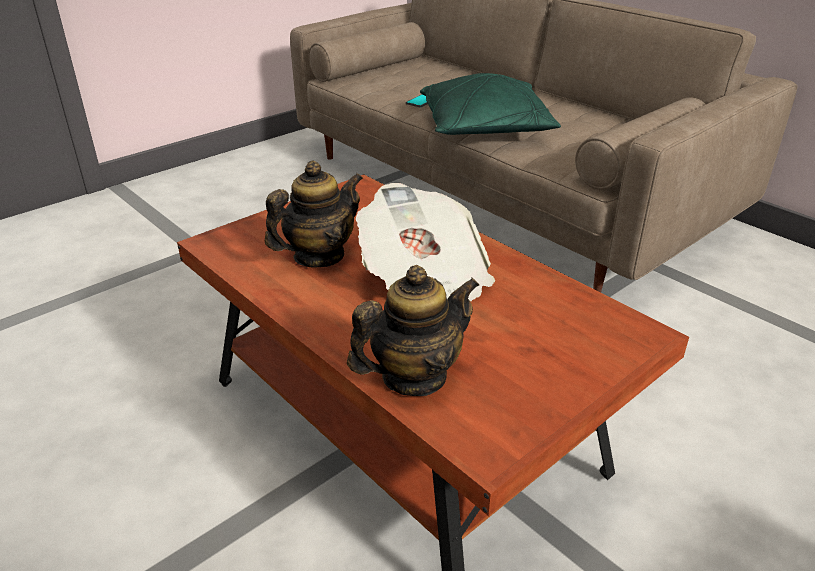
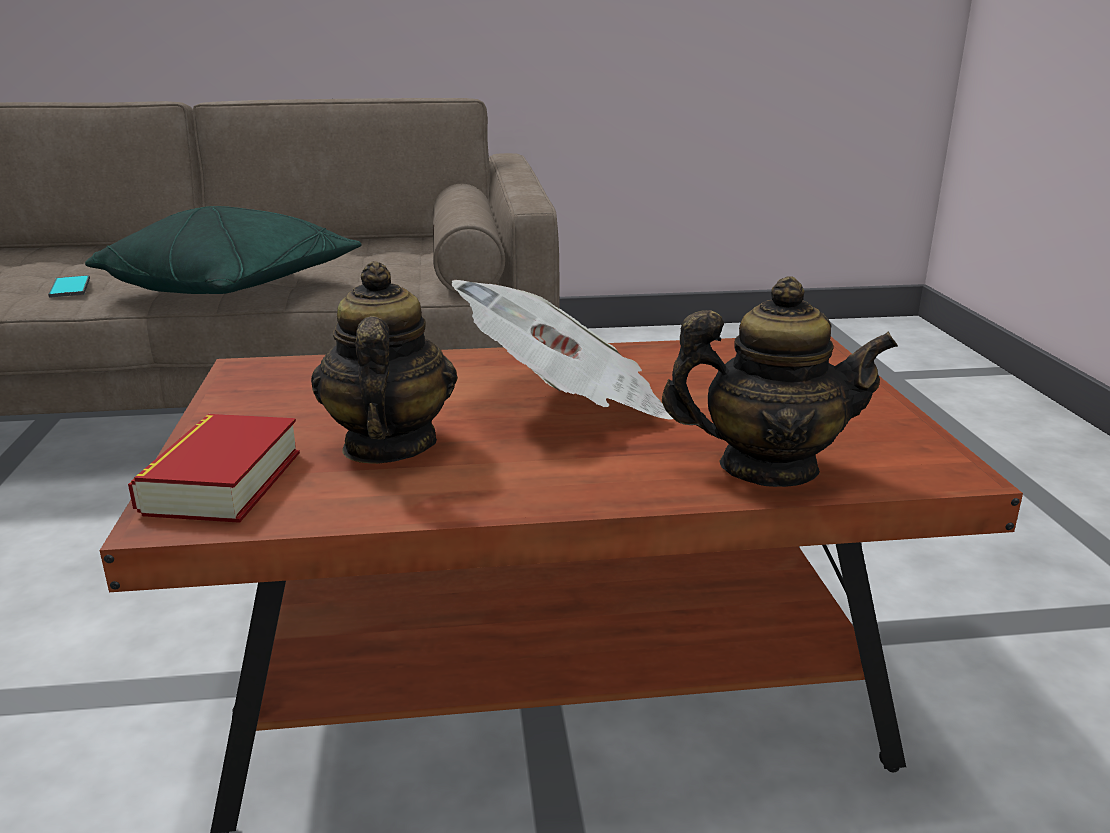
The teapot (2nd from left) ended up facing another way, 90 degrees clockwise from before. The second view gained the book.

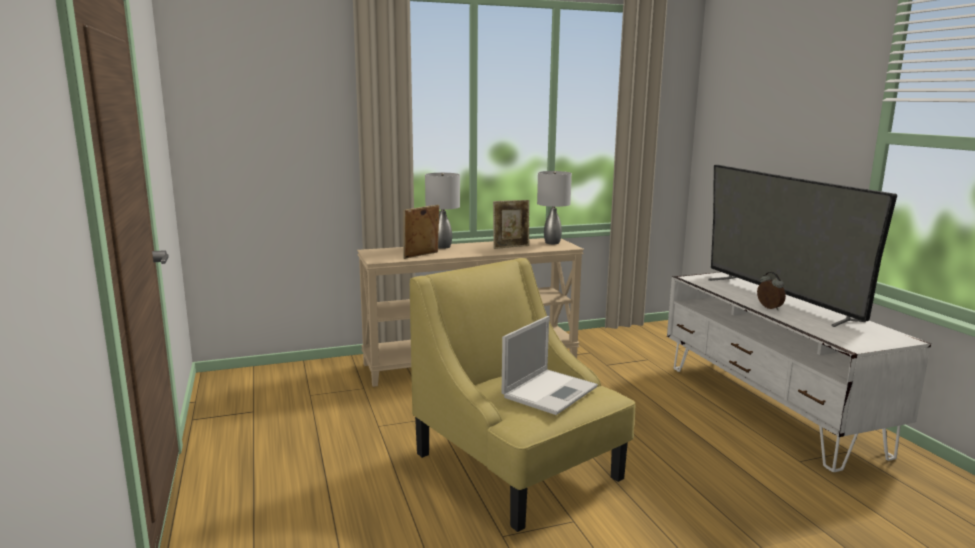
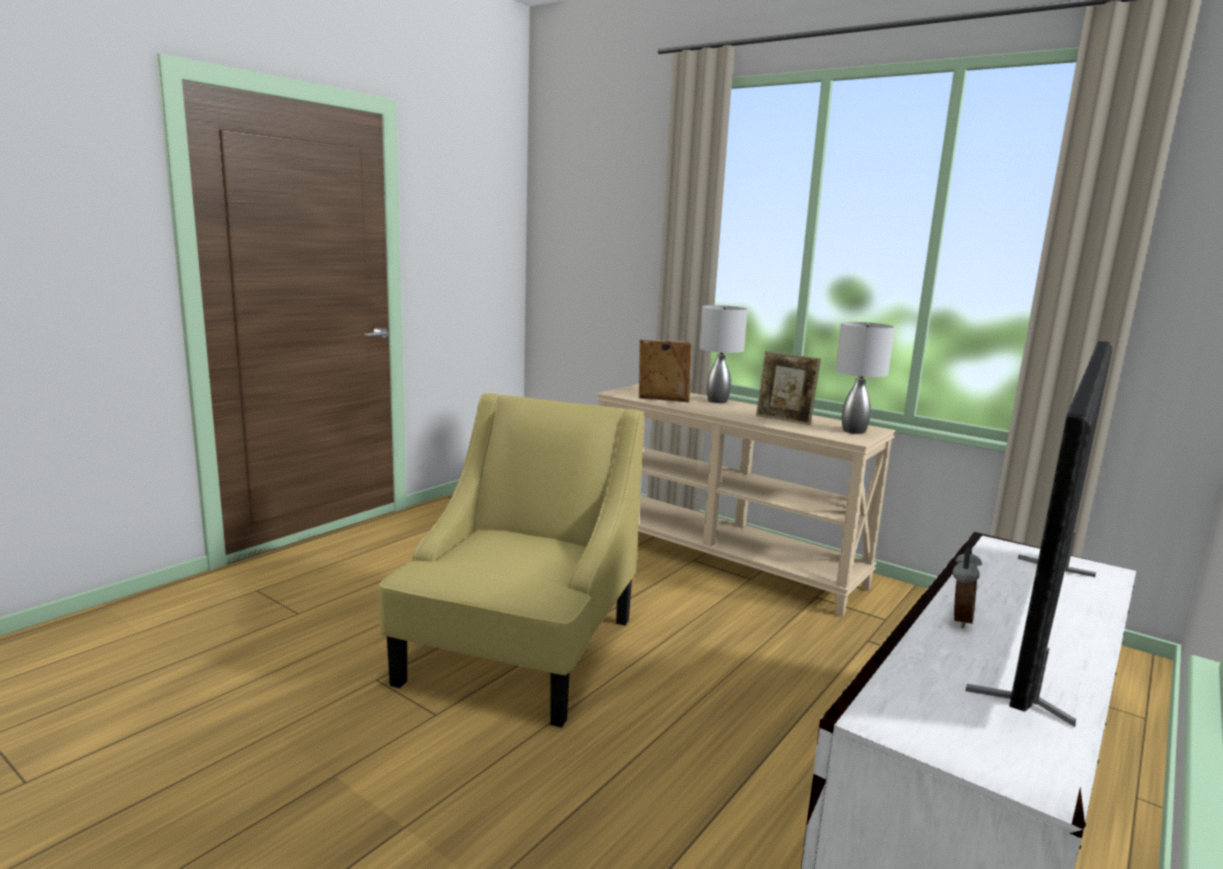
The second view lost the laptop.

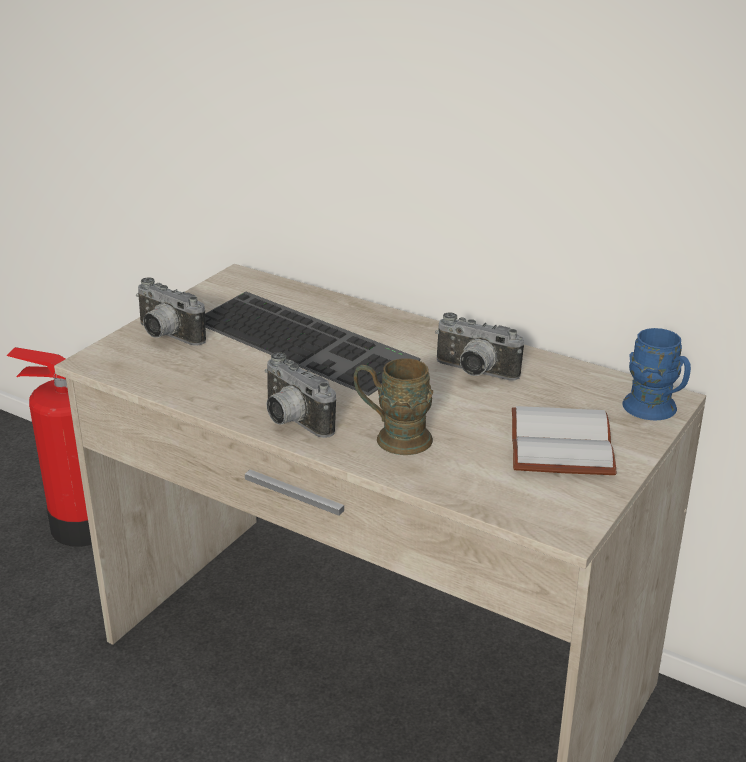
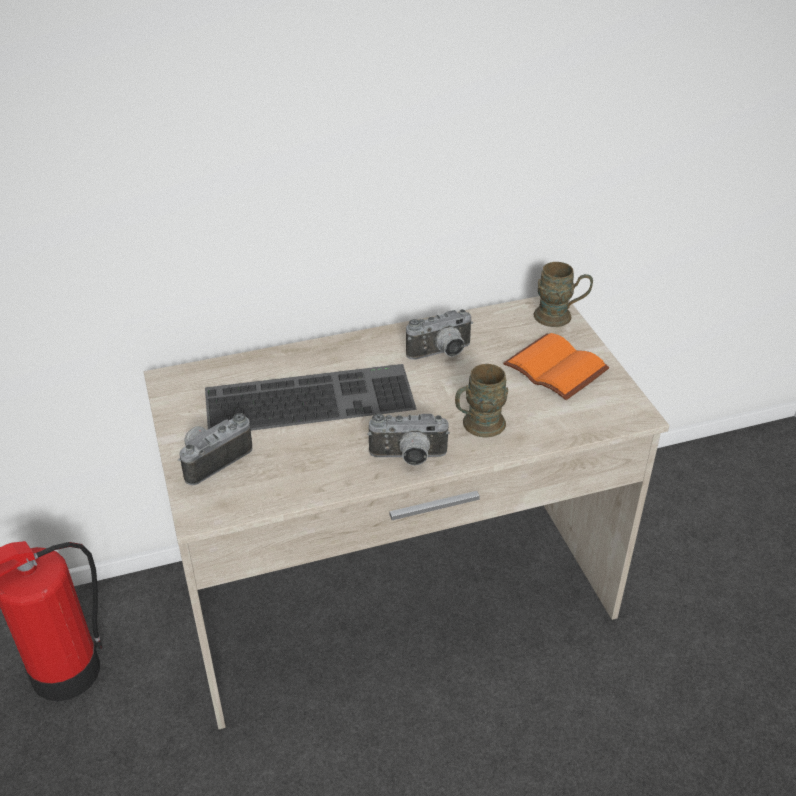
The photo camera (1st from left) ended up facing another way, 150 degrees clockwise from before. What was the blue mug turned into the brown mug (2nd from left). What was the white book turned into the orange book.

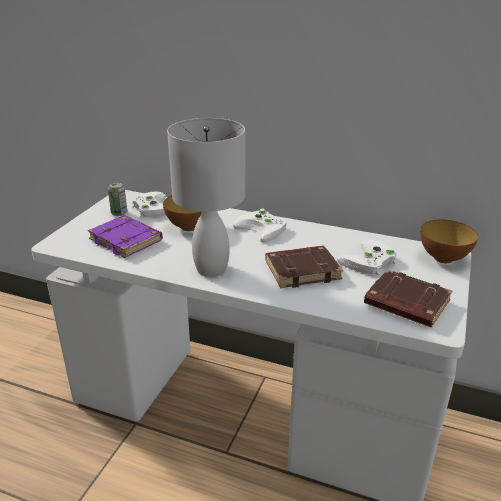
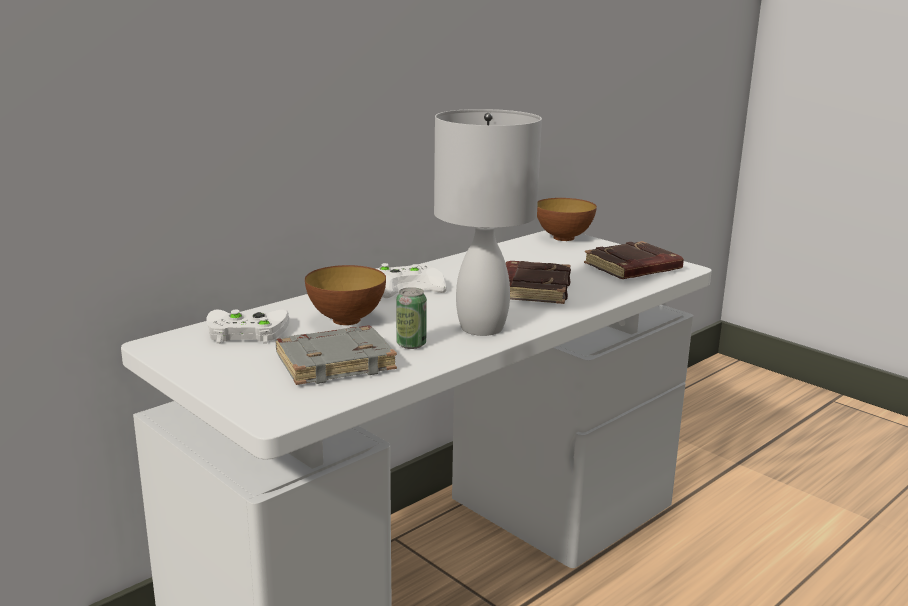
The can ended up elsewhere. What was the purple book turned into the grey book. The second view lost the white game controller (3rd from left).

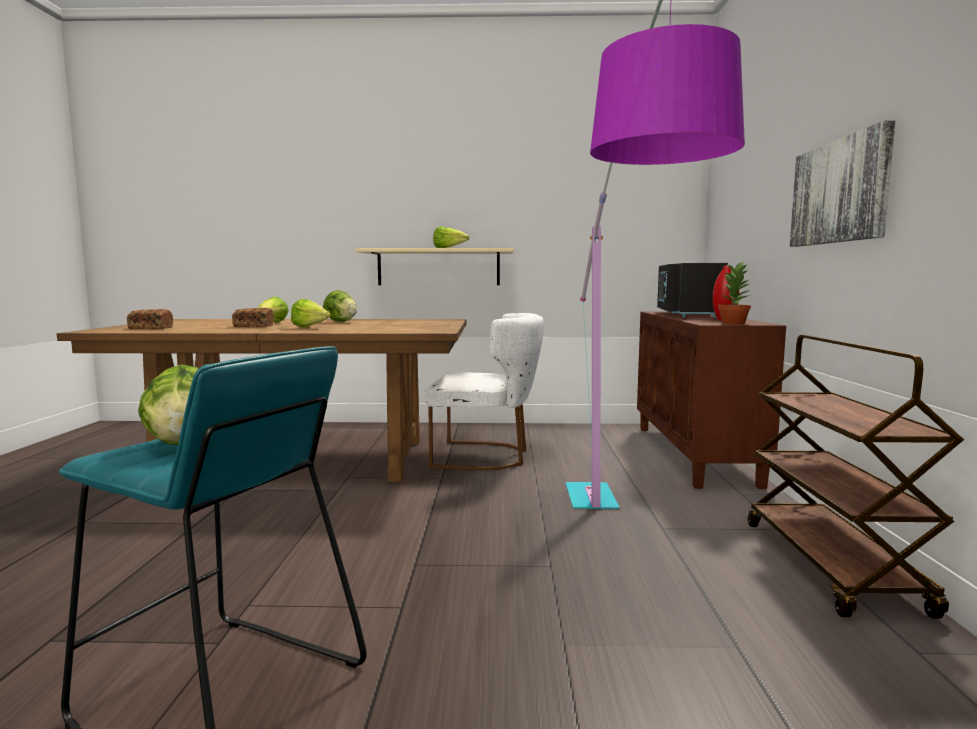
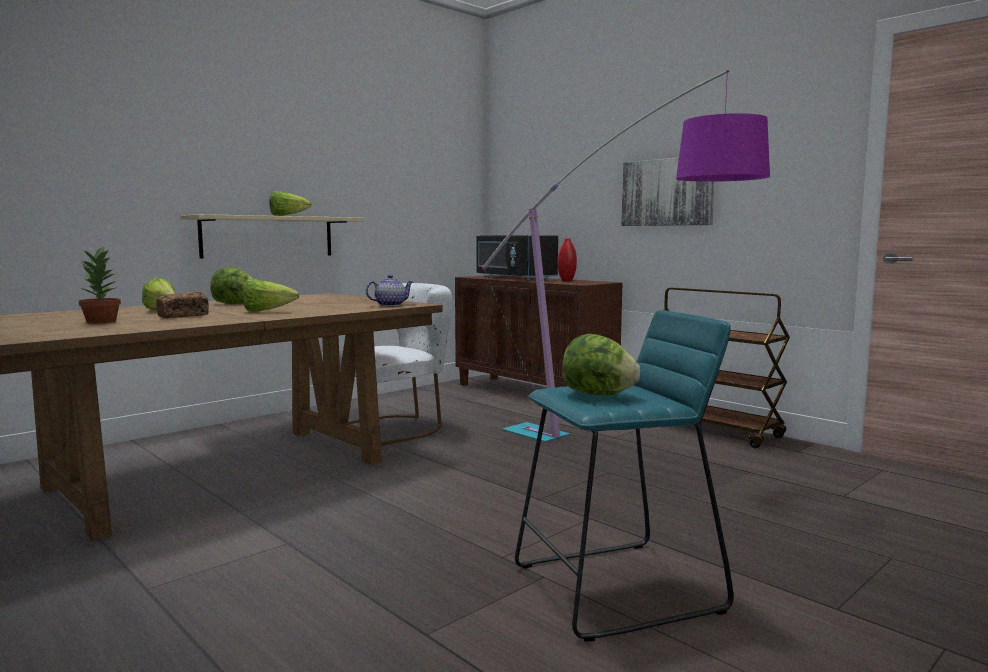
The potted plant ended up elsewhere. The second view lost the bread (1st from left). The second view gained the teapot.

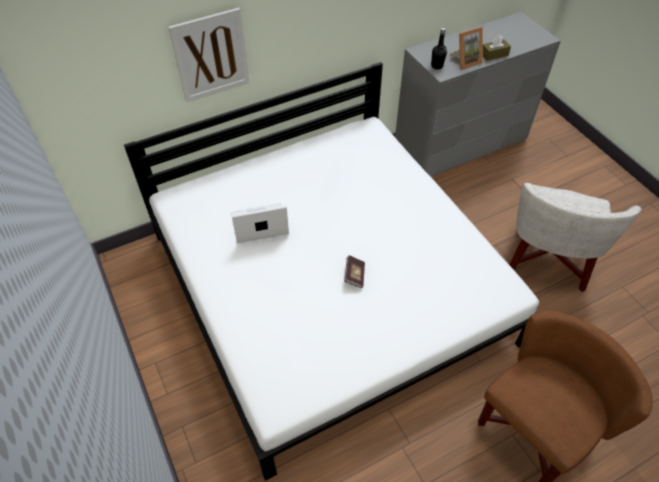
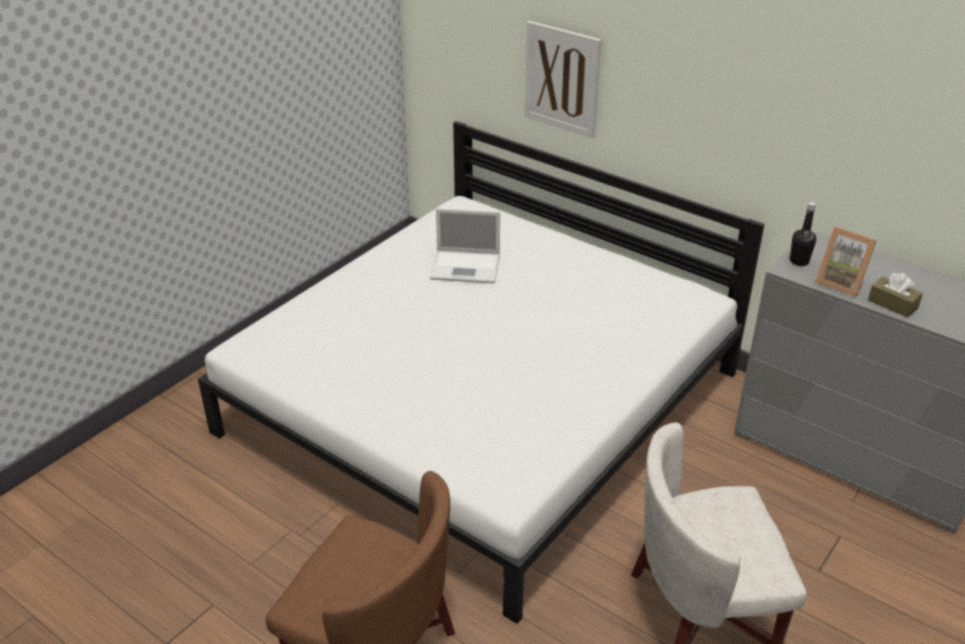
The laptop ended up facing another way, 135 degrees clockwise from before. The second view lost the book.

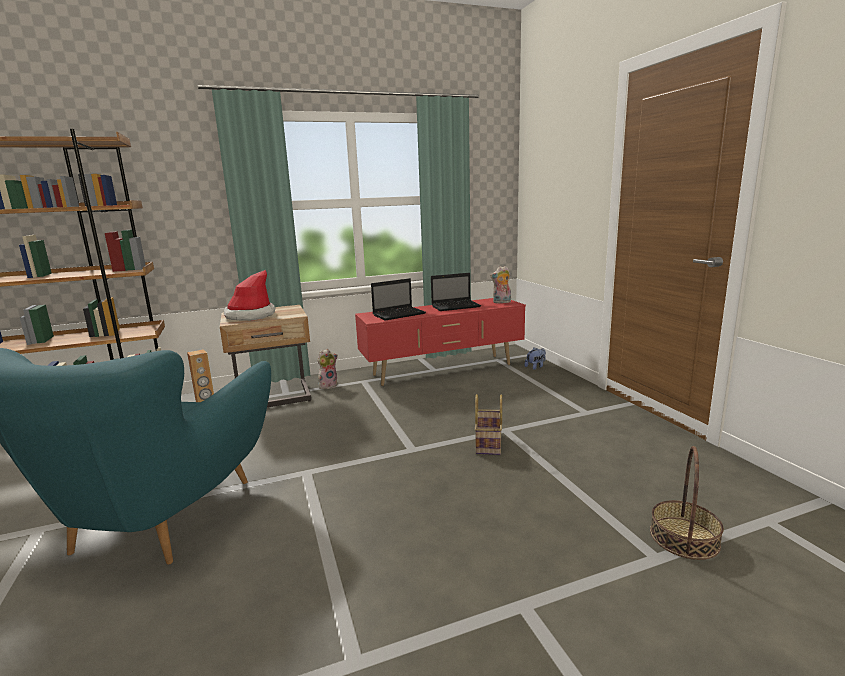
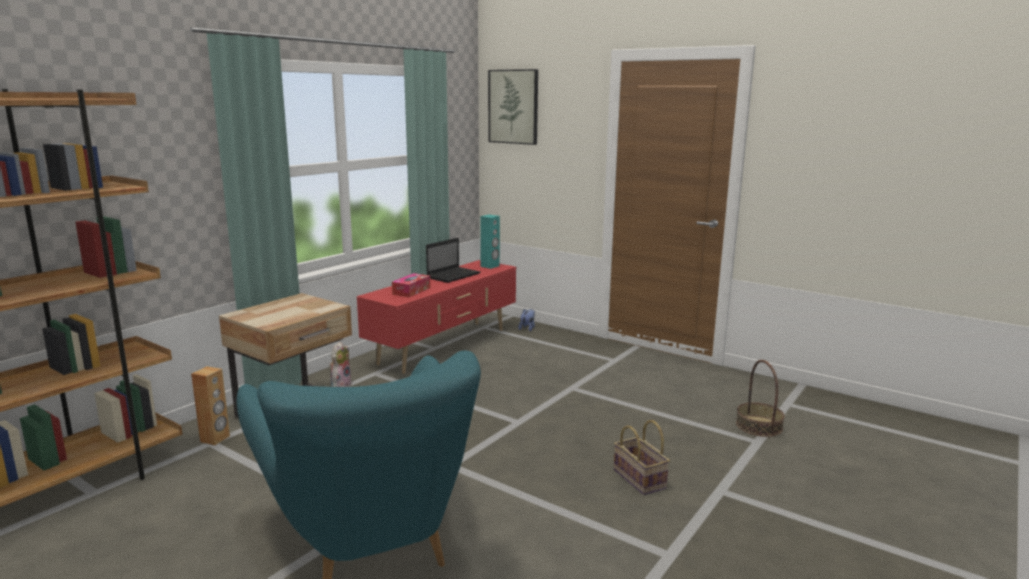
Where the plush toy (2nd from left) stood, the turquoise speaker came to stand. The second view lost the hat. Where the laptop (1st from left) stood, the tissue box came to stand. The basket (1st from left) ended up elsewhere. The second view gained the picture.

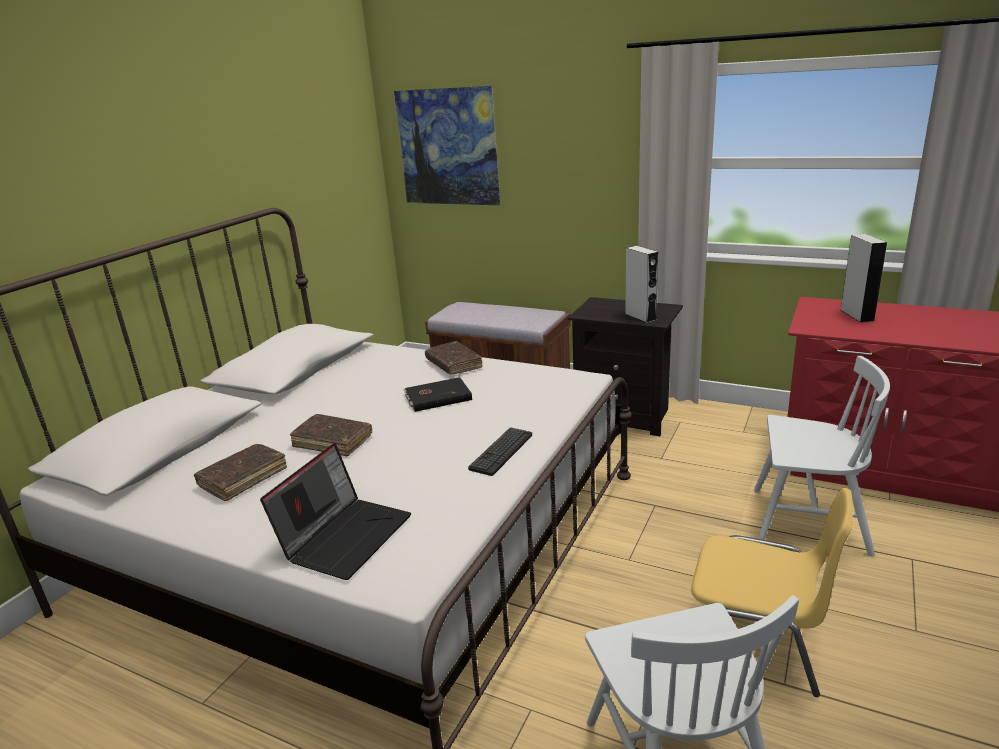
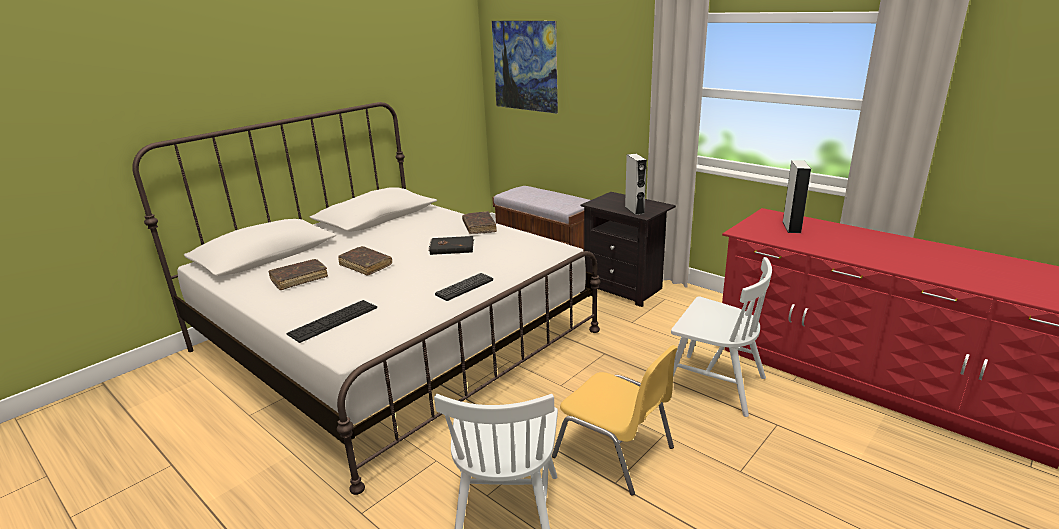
Where the laptop stood, the keyboard (1st from left) came to stand.

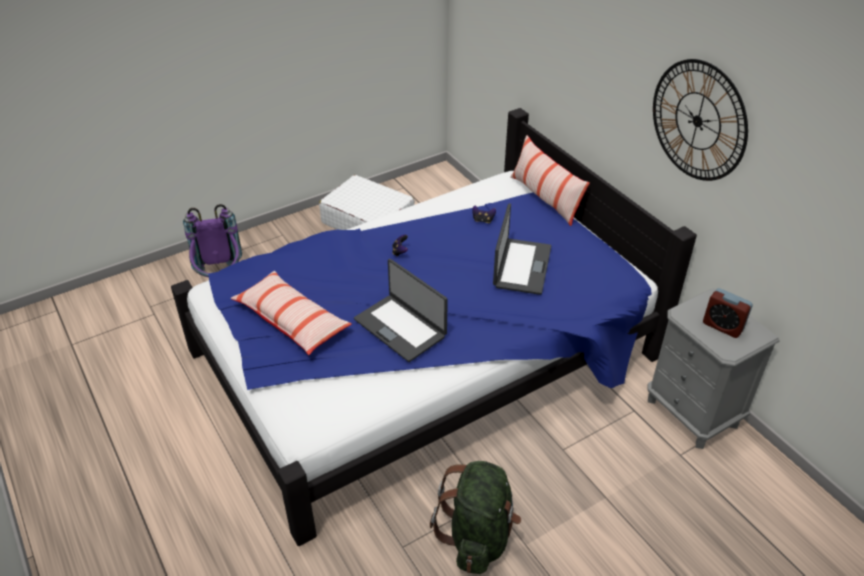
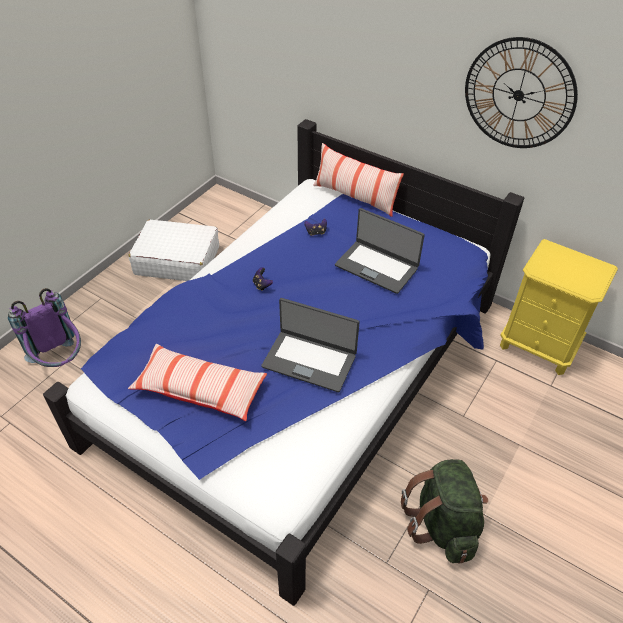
The laptop (2nd from left) ended up facing another way, 135 degrees clockwise from before. What was the grey nightstand turned into the yellow nightstand. The second view lost the alarm clock.

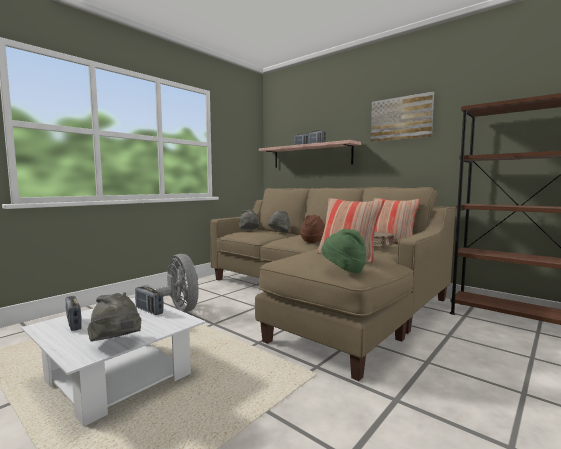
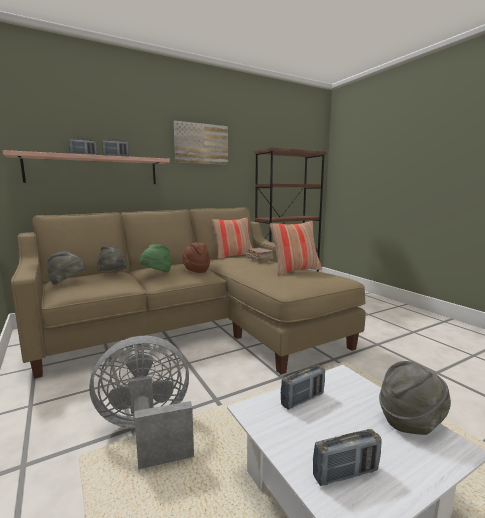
The green hat ended up elsewhere.

